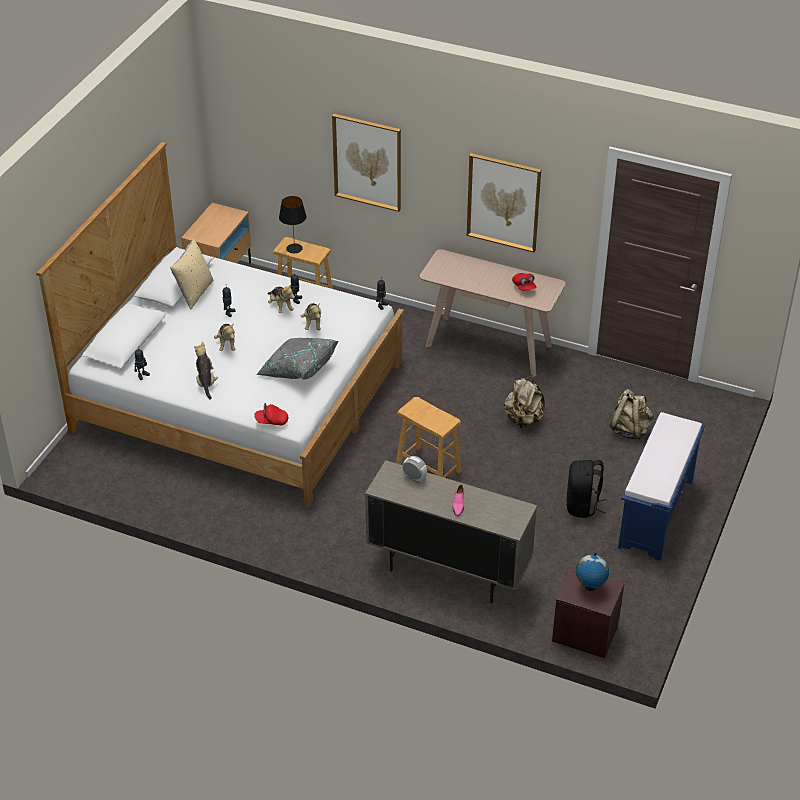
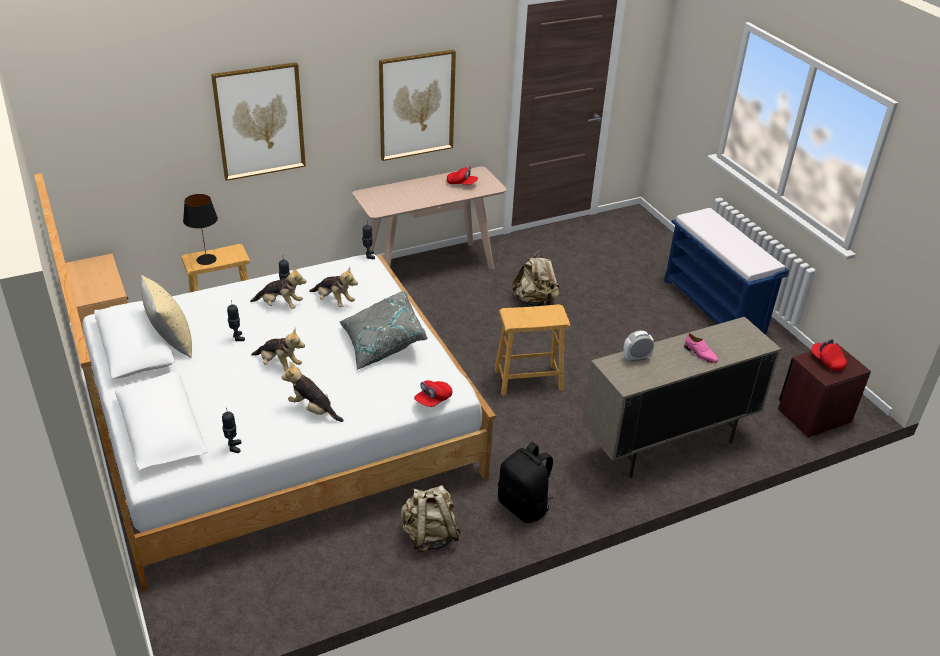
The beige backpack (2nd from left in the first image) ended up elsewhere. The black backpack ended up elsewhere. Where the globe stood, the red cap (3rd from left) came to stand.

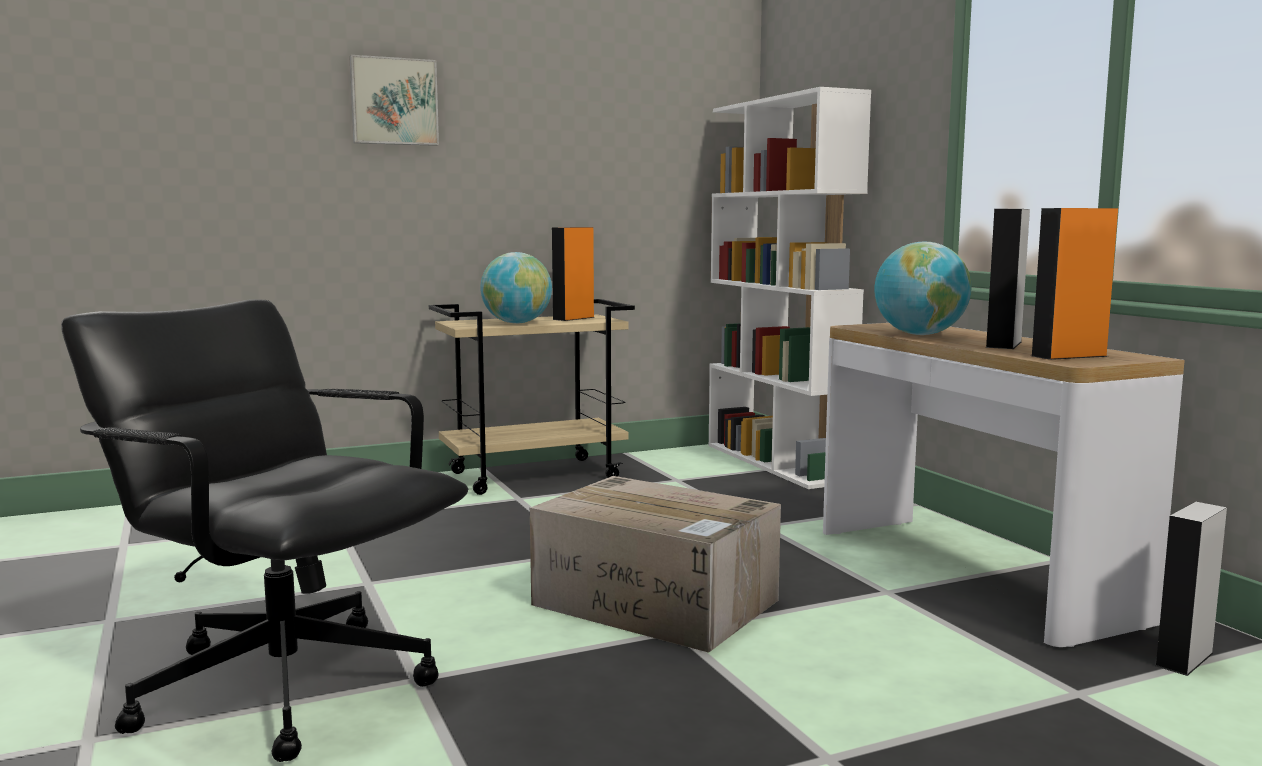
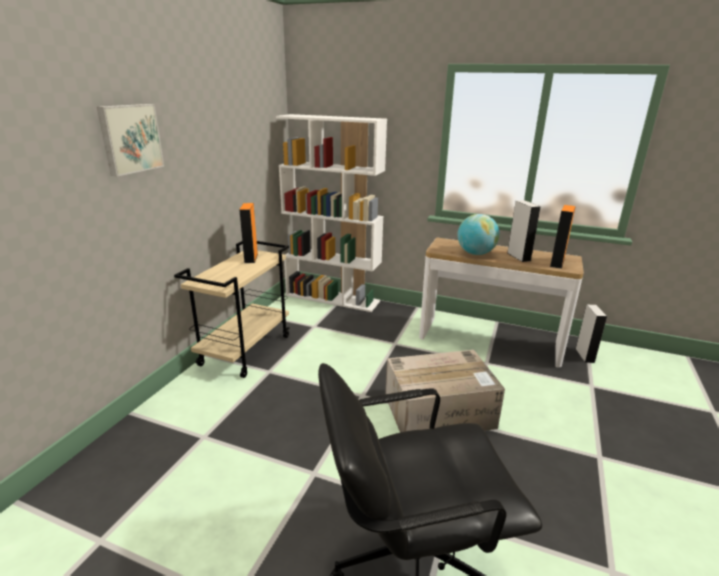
The second view lost the globe (1st from left).

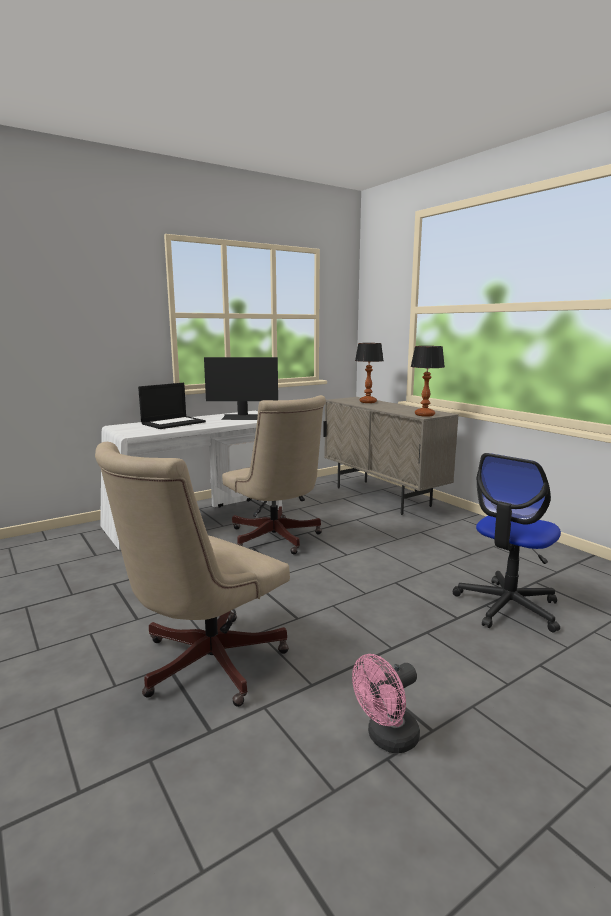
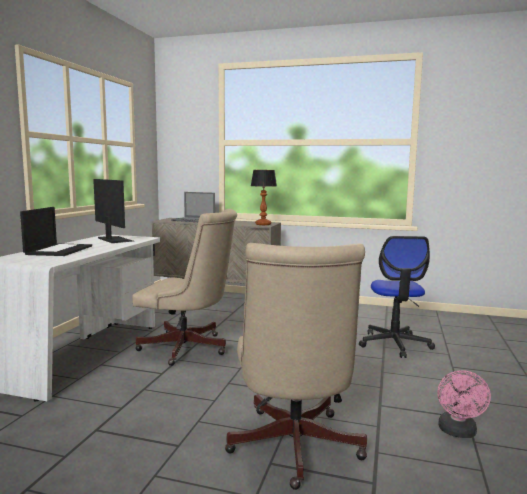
Where the table lamp (1st from left) stood, the laptop (2nd from left) came to stand. The monitor ended up facing another way, 90 degrees counterclockwise from before.

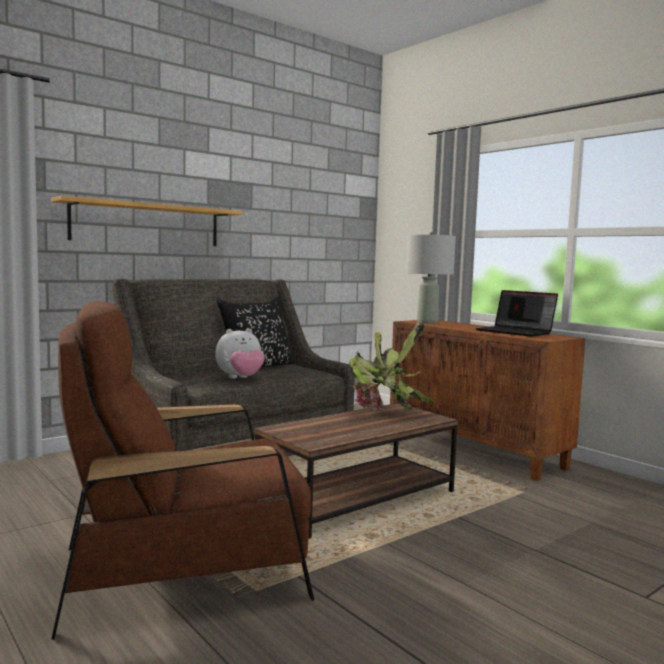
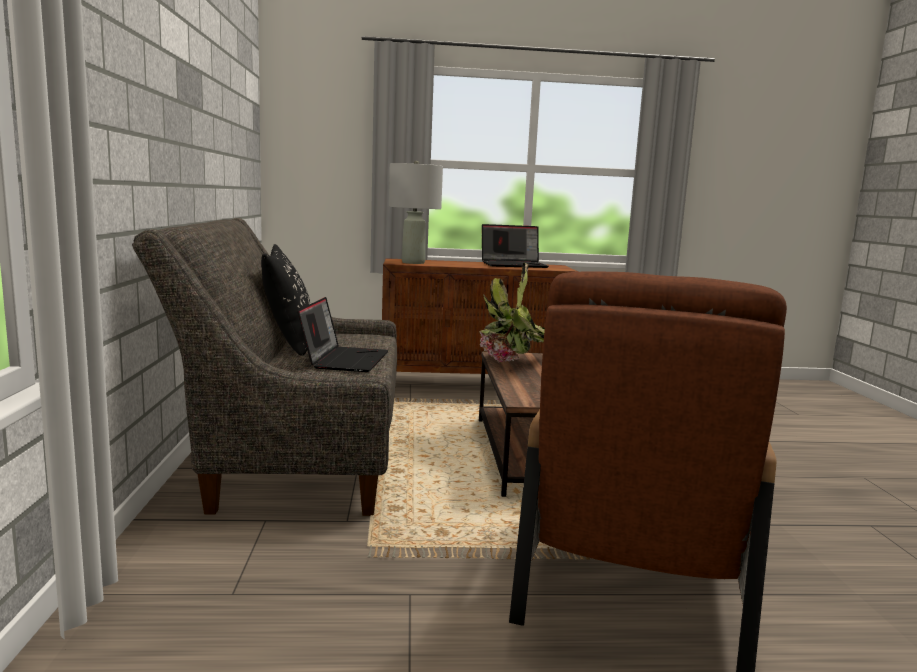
The second view lost the shelf. Where the plush toy stood, the laptop (1st from left) came to stand.

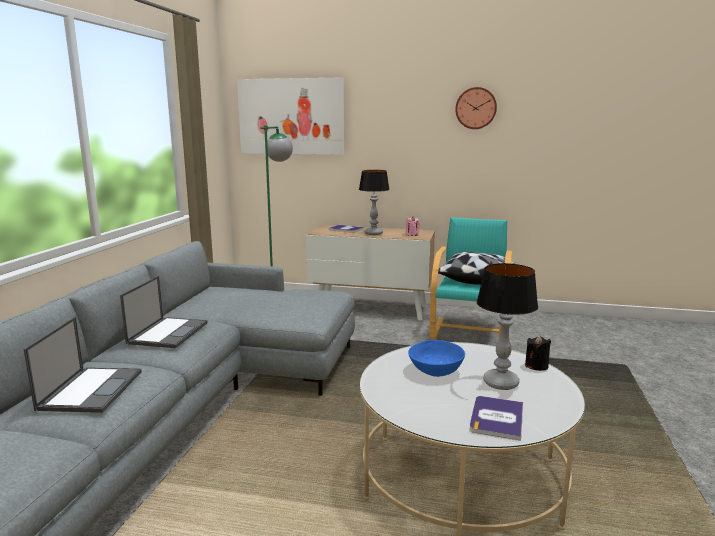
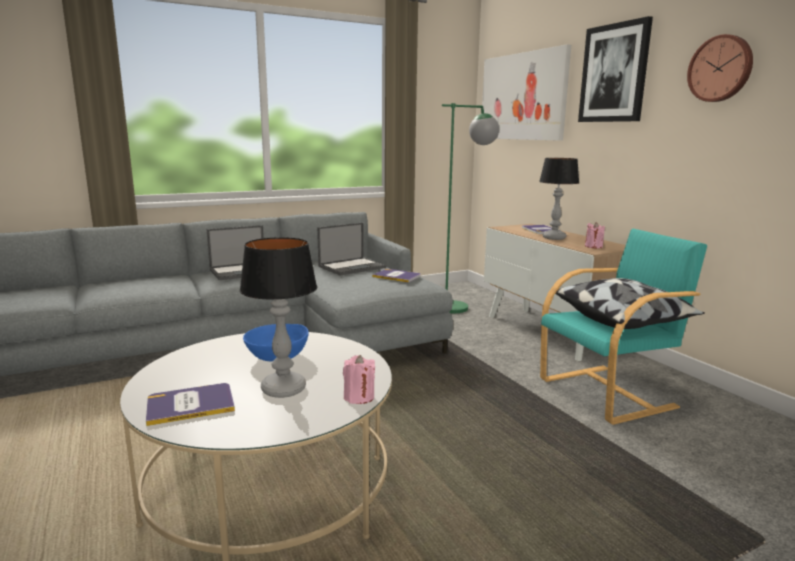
The laptop (1st from left in the first image) ended up elsewhere. What was the black candle turned into the pink candle (1st from left). The second view gained the picture (2nd from left). The second view gained the book (2nd from left).

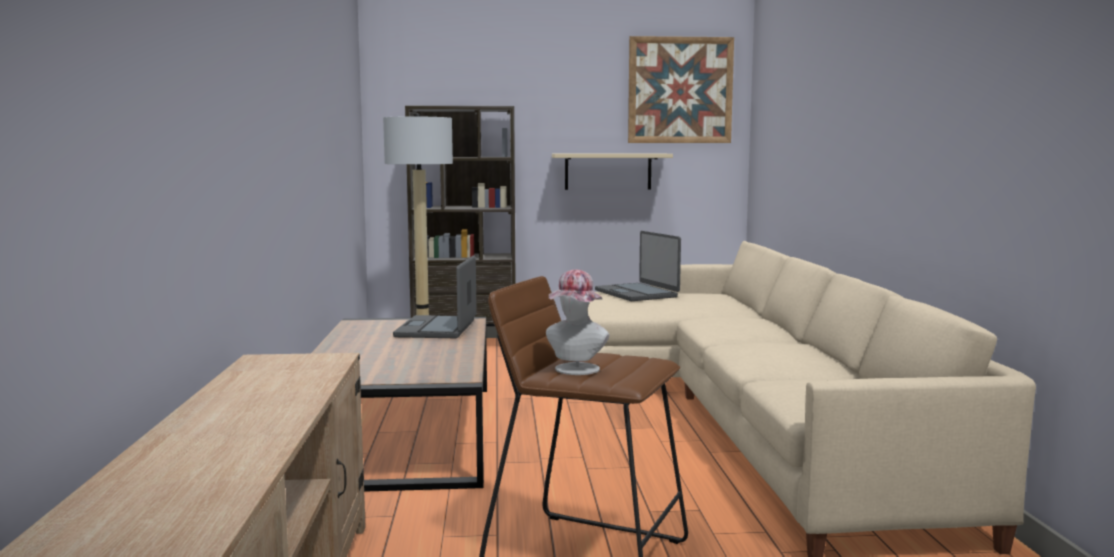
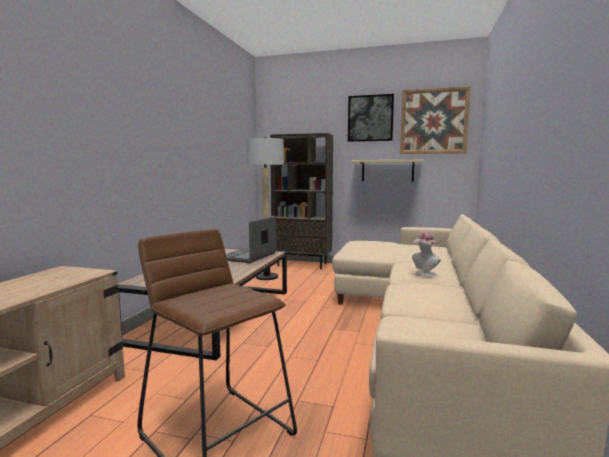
The second view lost the laptop (2nd from left). The hat ended up elsewhere. The second view gained the picture (1st from left).

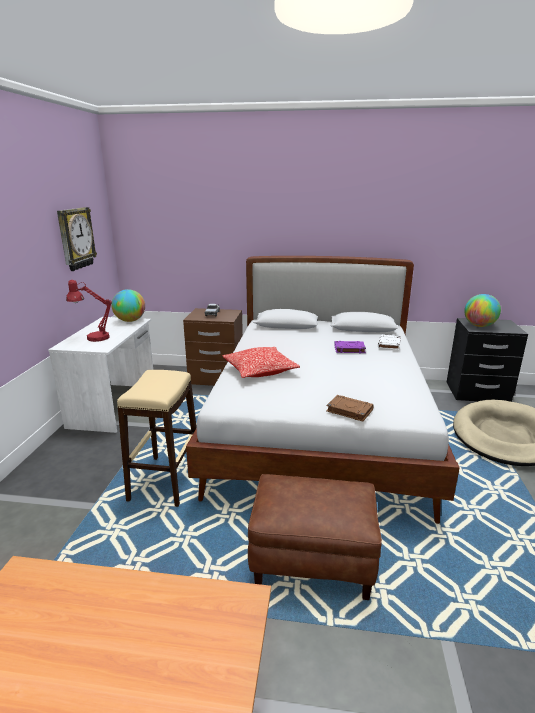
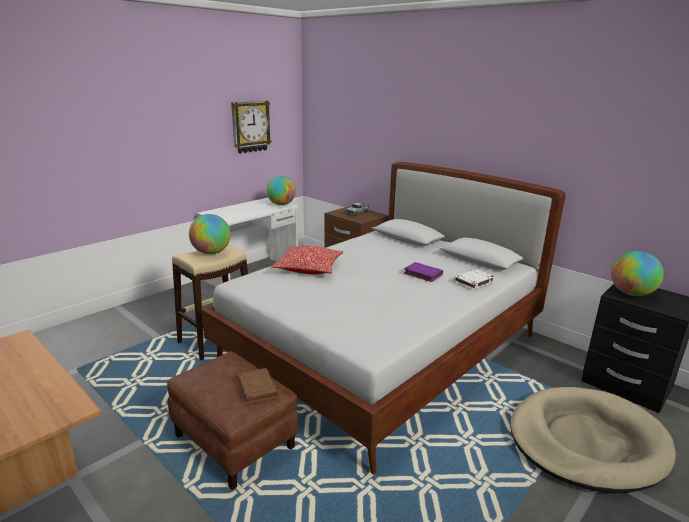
The second view lost the red table lamp. The brown book ended up elsewhere. The second view gained the globe (1st from left).

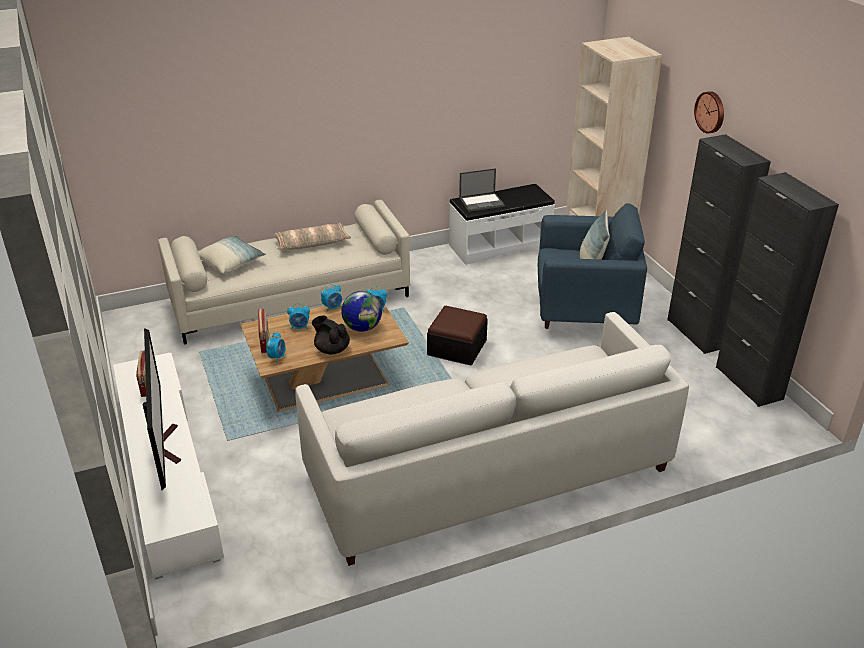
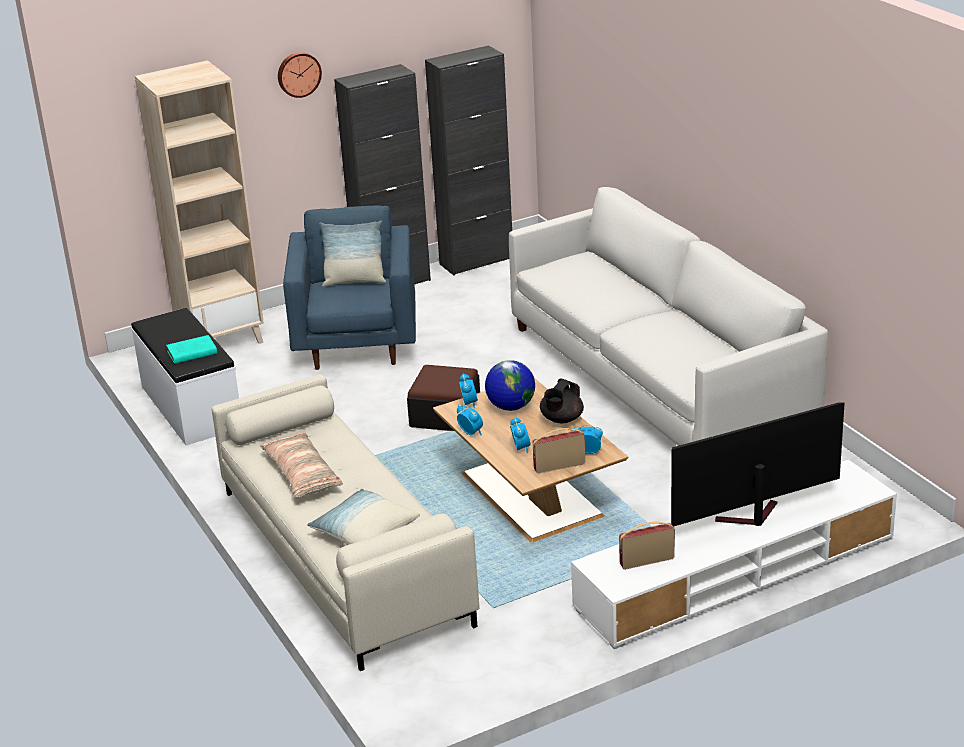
Where the laptop stood, the turquoise book came to stand.

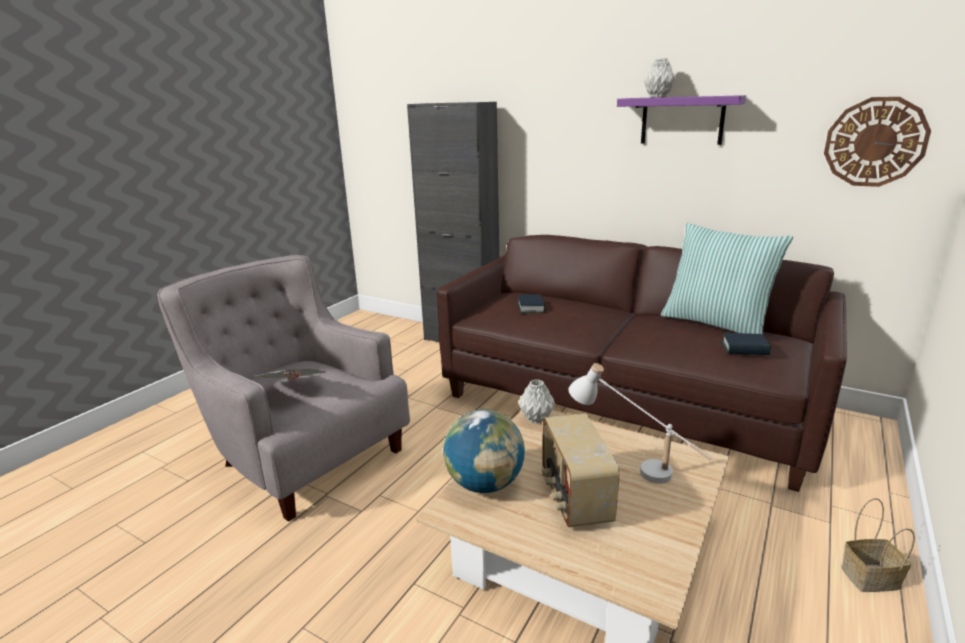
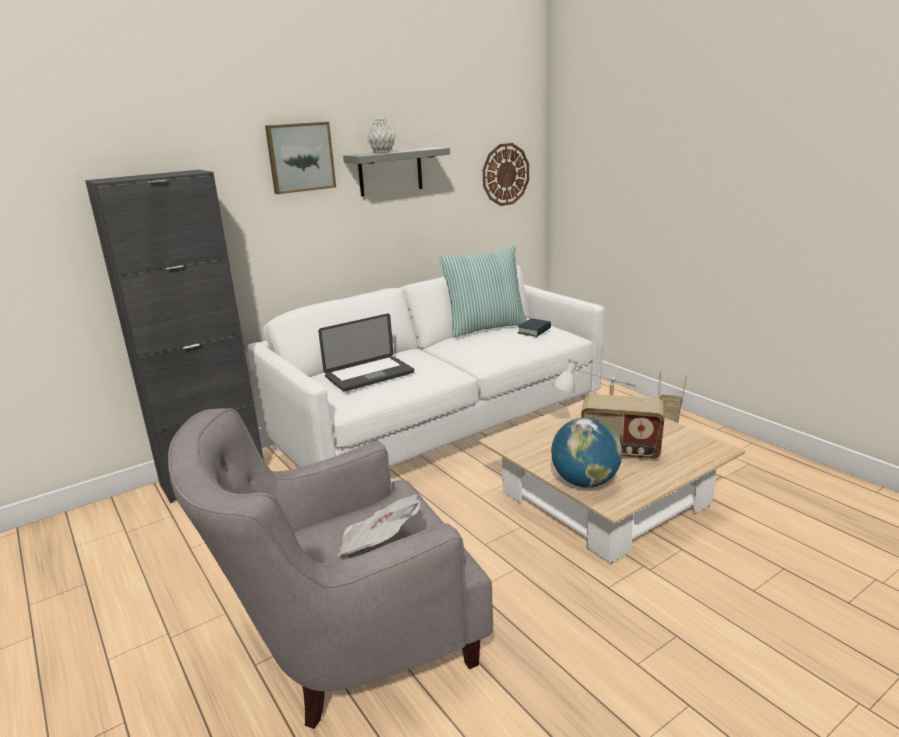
What was the purple shelf turned into the grey shelf. What was the brown sofa turned into the white sofa. Where the book (1st from left) stood, the laptop came to stand. The second view lost the grey vase (1st from left). The second view gained the picture.

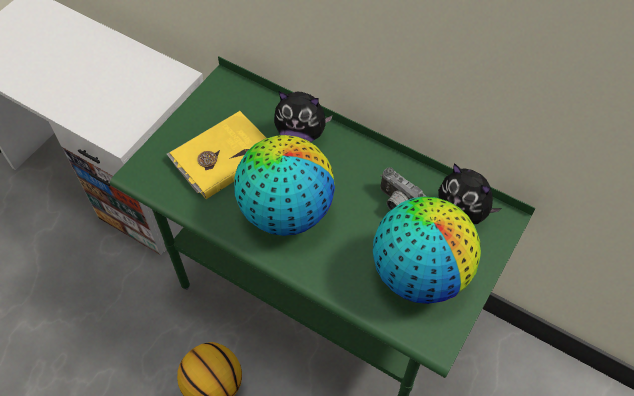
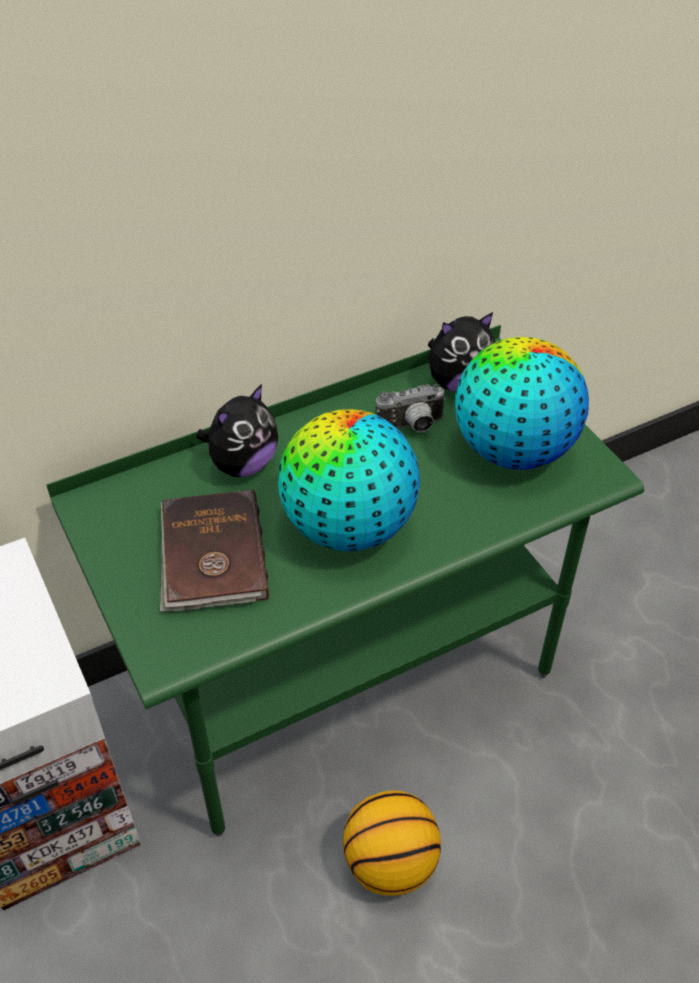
What was the yellow book turned into the brown book.

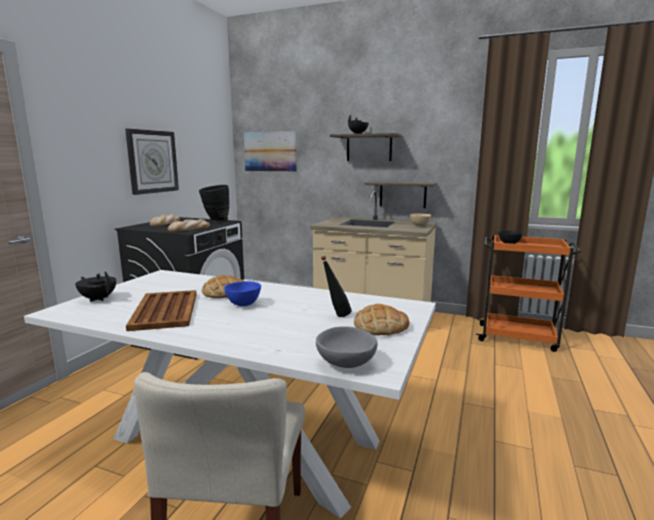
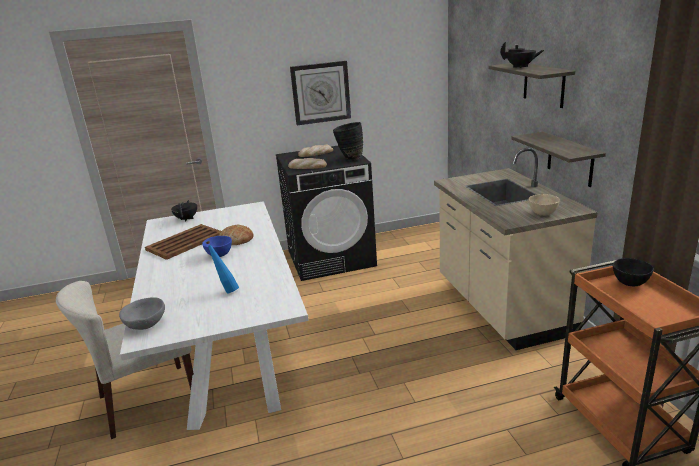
The second view lost the picture. What was the black bottle turned into the blue bottle. The second view lost the bread (4th from left).

